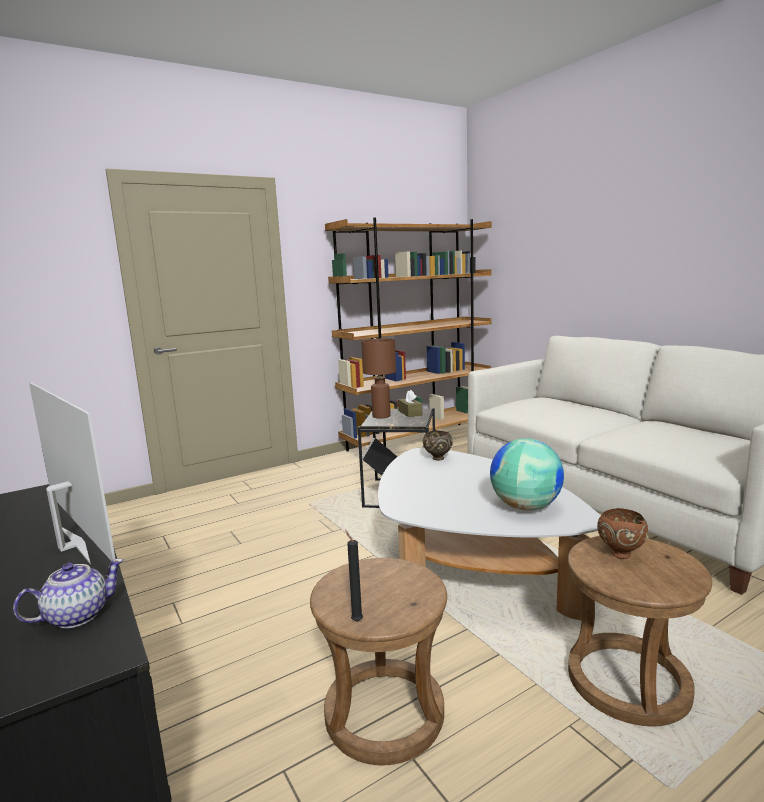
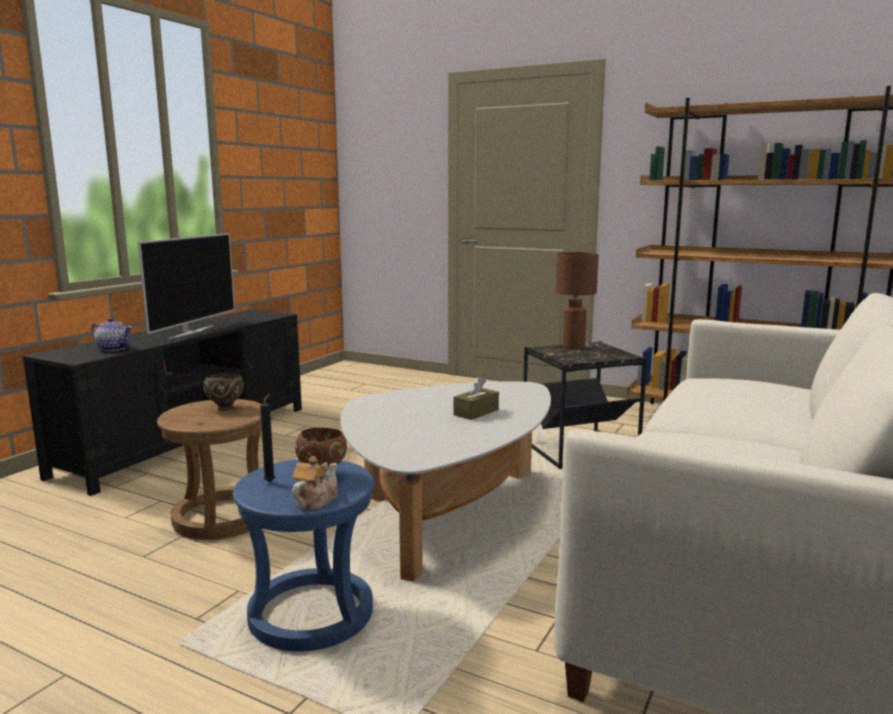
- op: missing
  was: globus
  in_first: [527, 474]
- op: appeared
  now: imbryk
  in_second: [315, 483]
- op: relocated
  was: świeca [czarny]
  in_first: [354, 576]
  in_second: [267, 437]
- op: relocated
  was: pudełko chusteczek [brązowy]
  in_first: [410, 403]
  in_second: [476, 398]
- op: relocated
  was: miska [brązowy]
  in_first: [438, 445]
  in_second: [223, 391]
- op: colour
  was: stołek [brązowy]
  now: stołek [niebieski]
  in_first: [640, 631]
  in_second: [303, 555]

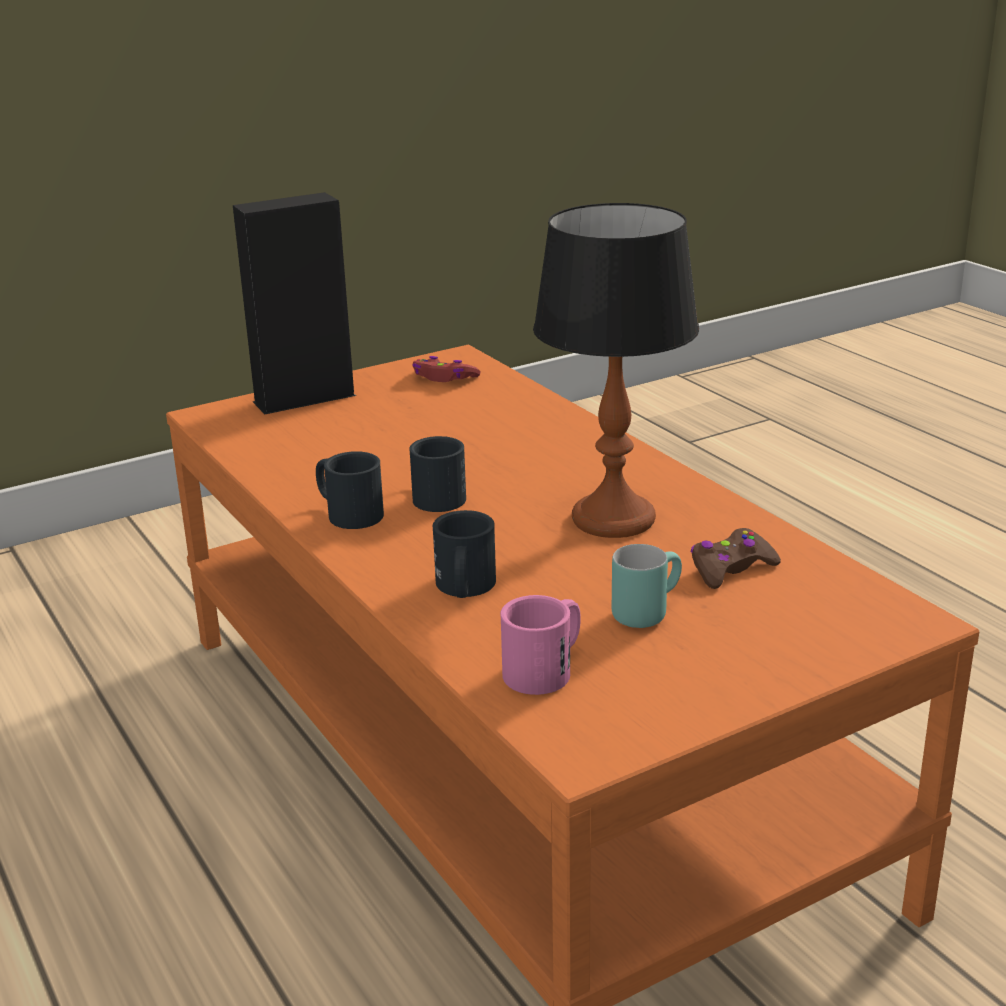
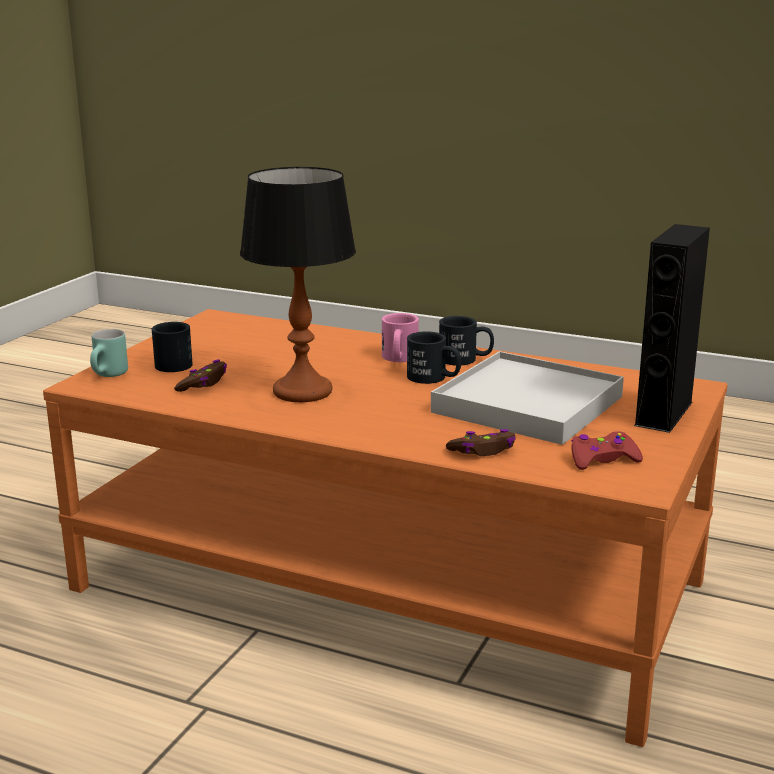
- op: appeared
  now: taca [biały]
  in_second: [527, 398]
- op: appeared
  now: pad do gier [brązowy]
  in_second: [481, 442]
- op: relocated
  was: kubek [czarny]
  in_first: [464, 554]
  in_second: [172, 347]
- op: relocated
  was: kubek [różowy]
  in_first: [540, 645]
  in_second: [400, 337]
- op: relocated
  was: kubek [turkusowy]
  in_first: [647, 586]
  in_second: [109, 353]

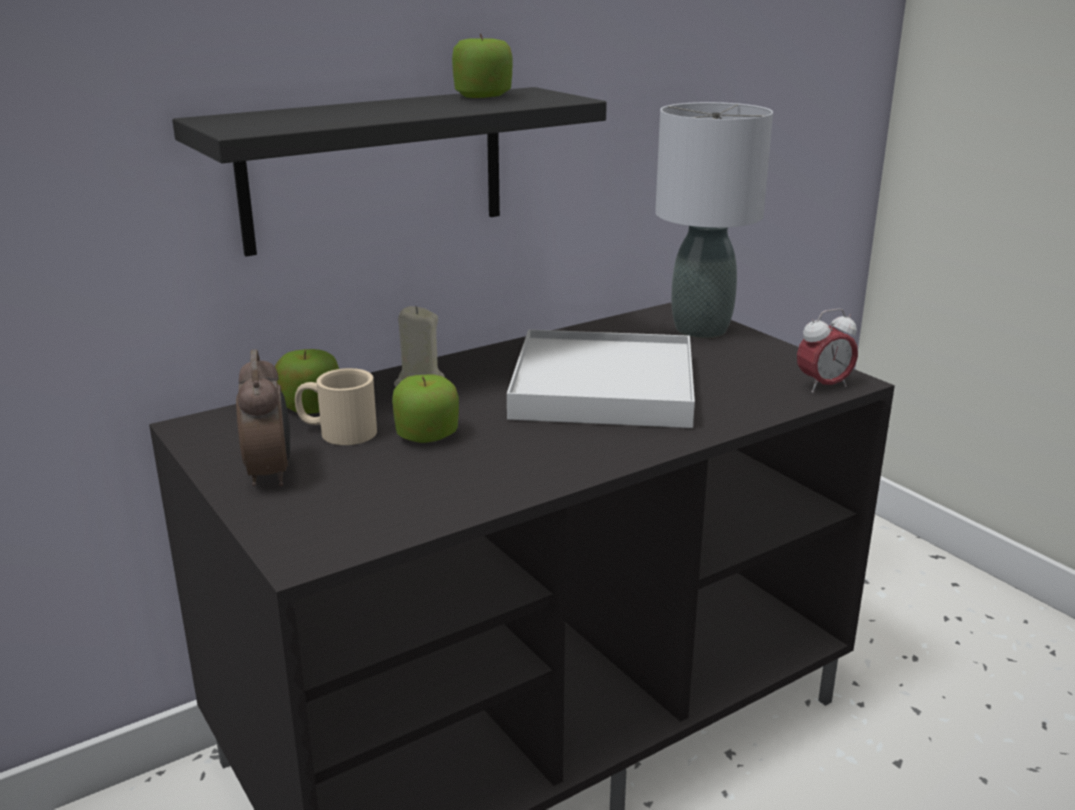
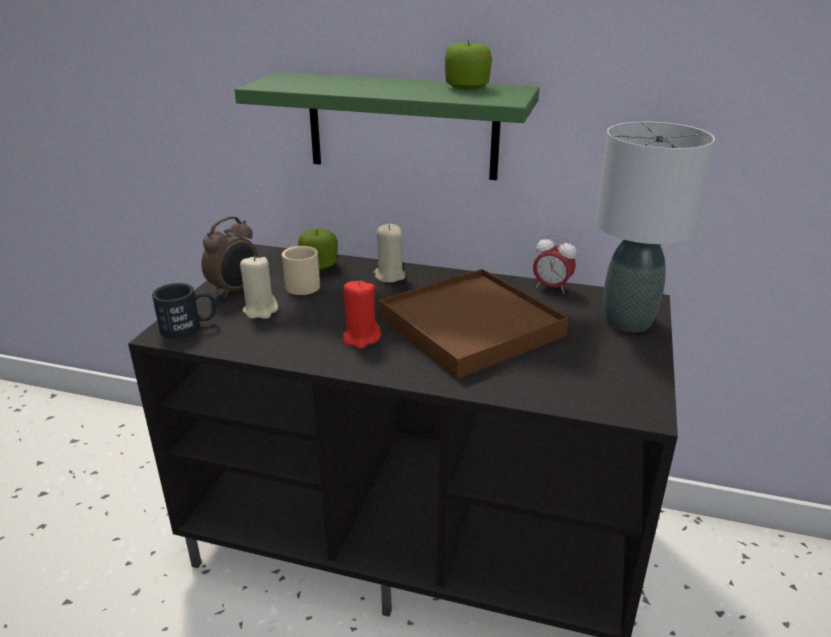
- op: missing
  was: jabłko
  in_first: [425, 409]
- op: appeared
  now: kubek [czarny]
  in_second: [184, 311]
- op: appeared
  now: świeca [beżowy]
  in_second: [259, 287]
- op: appeared
  now: świeca [czerwony]
  in_second: [362, 314]
- op: relocated
  was: budzik
  in_first: [827, 350]
  in_second: [554, 264]
- op: colour
  was: półka [czarny]
  now: półka [zielony]
  in_first: [389, 171]
  in_second: [387, 126]
- op: colour
  was: taca [biały]
  now: taca [brązowy]
  in_first: [601, 379]
  in_second: [474, 324]

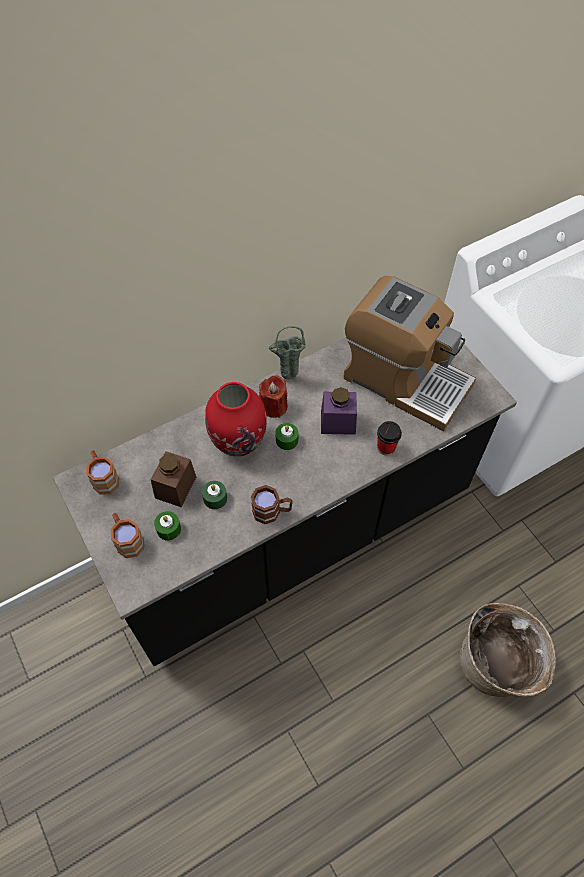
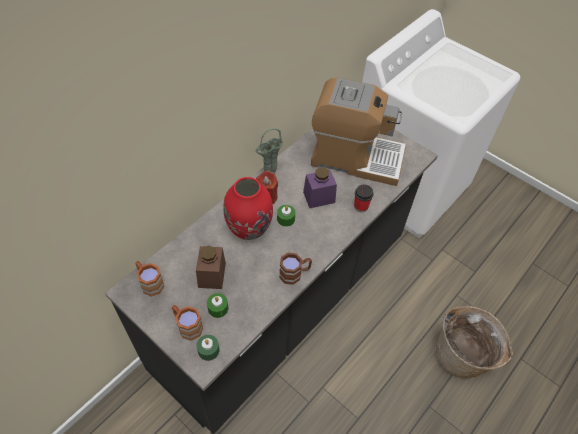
- op: relocated
  was: świeca [zielony]
  in_first: [214, 495]
  in_second: [208, 348]

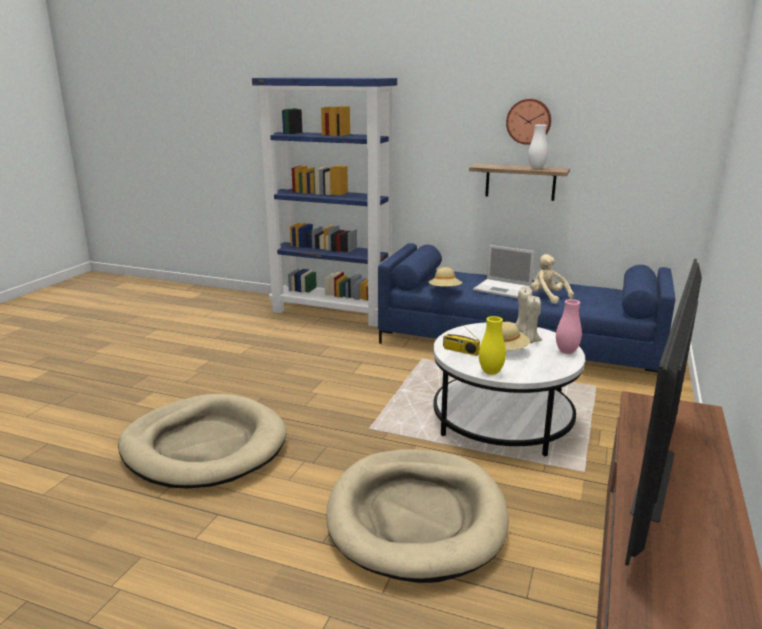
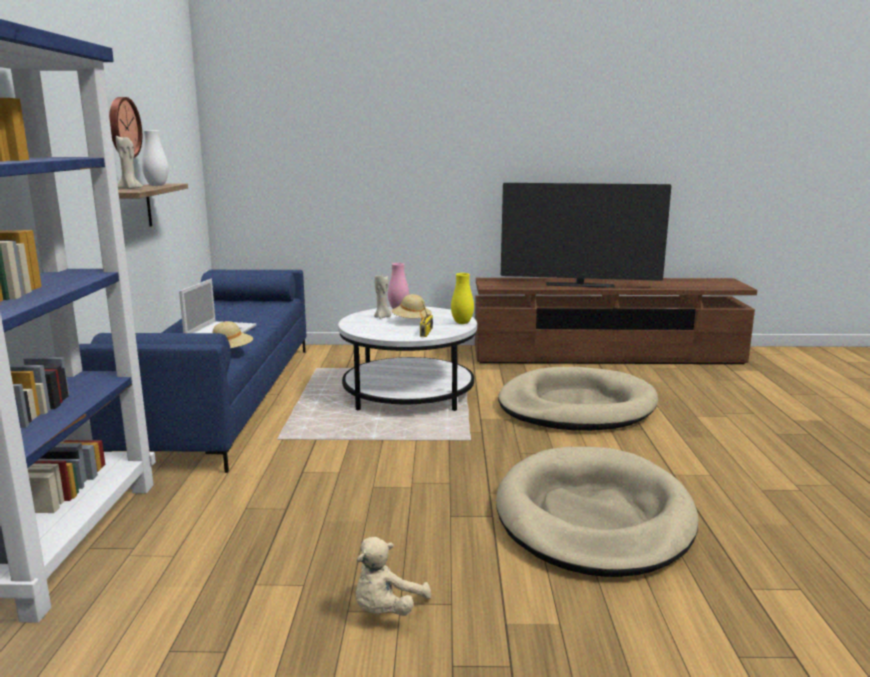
- op: relocated
  was: świeca [beżowy]
  in_first: [523, 309]
  in_second: [129, 162]
- op: relocated
  was: pluszak [beżowy]
  in_first: [552, 279]
  in_second: [393, 576]

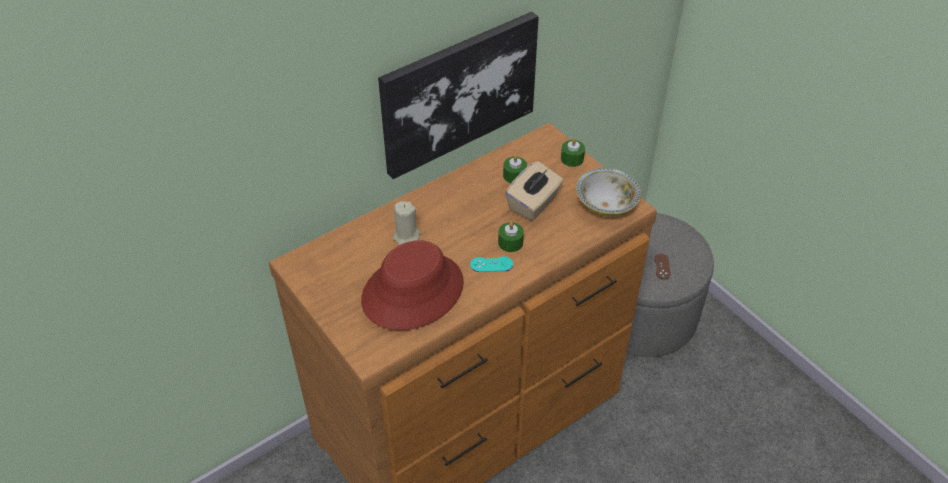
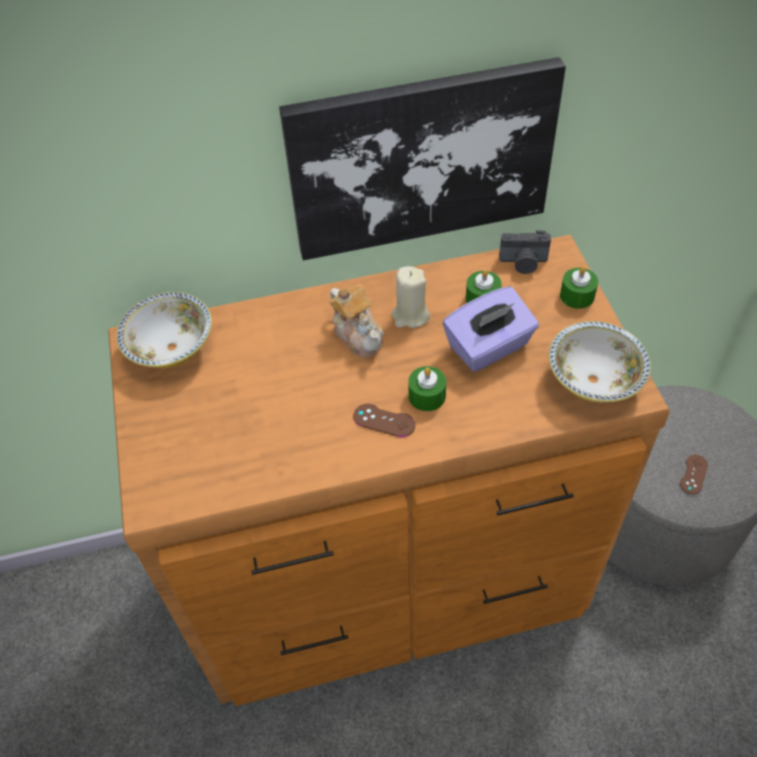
- op: missing
  was: kapelusz [czerwony]
  in_first: [412, 285]
- op: appeared
  now: miska
  in_second: [164, 330]
- op: appeared
  now: imbryk
  in_second: [356, 321]
- op: appeared
  now: aparat fotograficzny
  in_second: [525, 252]
- op: relocated
  was: świeca [beżowy]
  in_first: [407, 223]
  in_second: [411, 297]
- op: colour
  was: pad do gier [turkusowy]
  now: pad do gier [brązowy]
  in_first: [491, 264]
  in_second: [384, 420]
- op: colour
  was: pudełko chusteczek [beżowy]
  now: pudełko chusteczek [fioletowy]
  in_first: [534, 190]
  in_second: [491, 329]

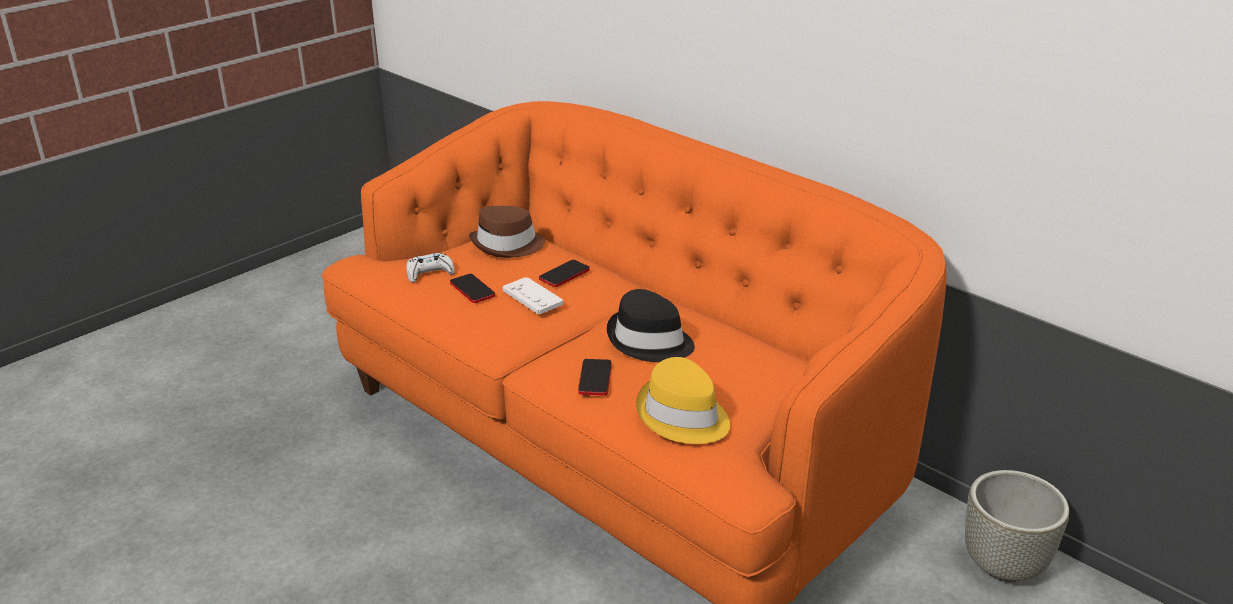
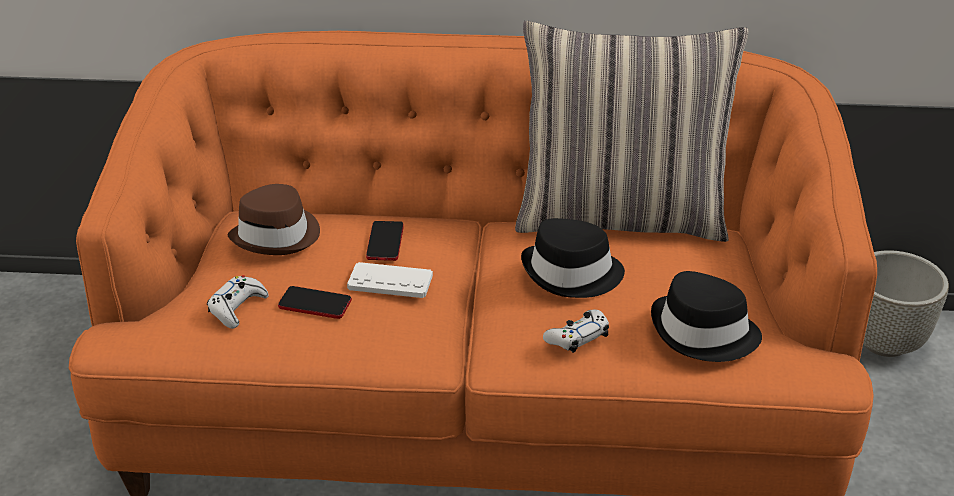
- op: appeared
  now: poduszka
  in_second: [632, 131]
- op: exchanged
  was: telefon
  now: pad do gier [biały]
  in_first: [595, 377]
  in_second: [576, 331]
- op: colour
  was: kapelusz [żółty]
  now: kapelusz [czarny]
  in_first: [683, 400]
  in_second: [706, 316]

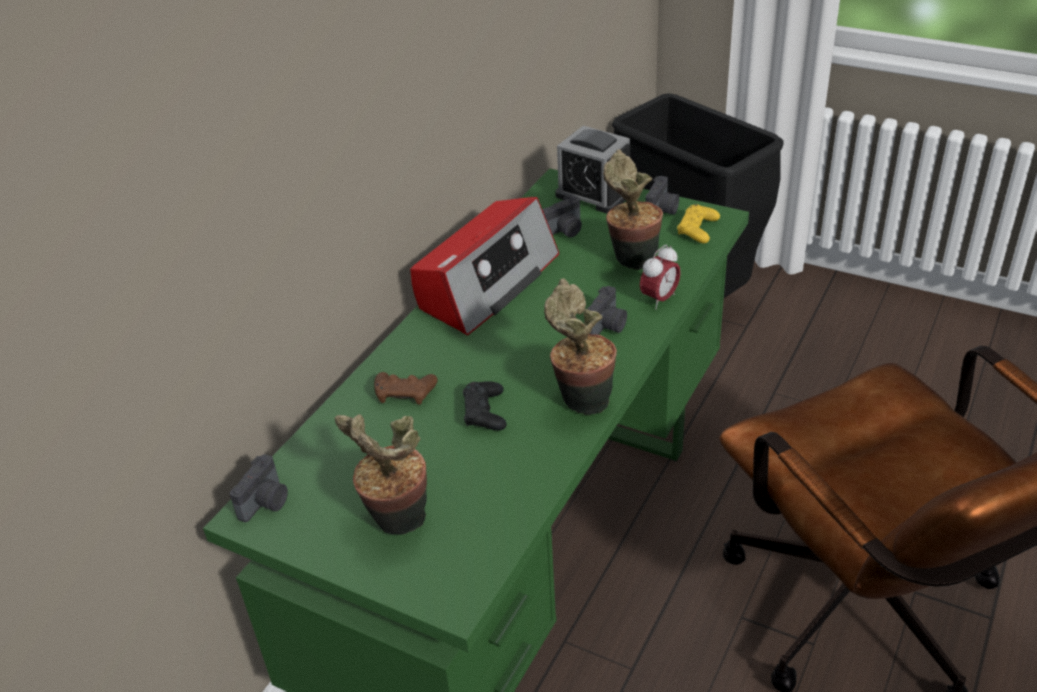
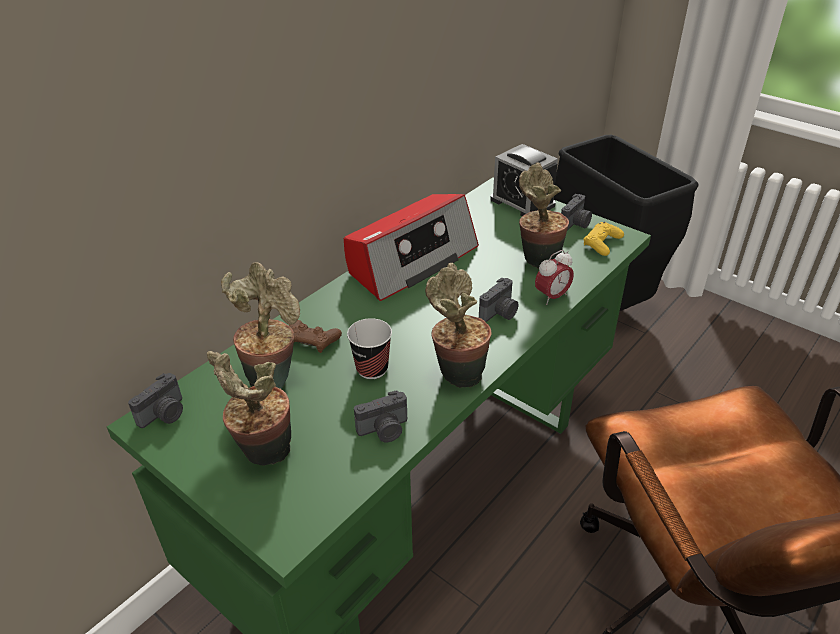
- op: appeared
  now: roślina doniczkowa
  in_second: [260, 325]
- op: relocated
  was: aparat fotograficzny
  in_first: [562, 216]
  in_second: [380, 416]
- op: exchanged
  was: pad do gier [czarny]
  now: filiżanka
  in_first: [485, 405]
  in_second: [369, 348]

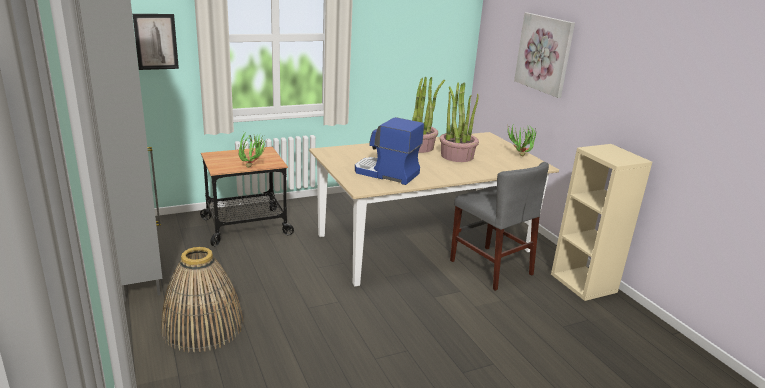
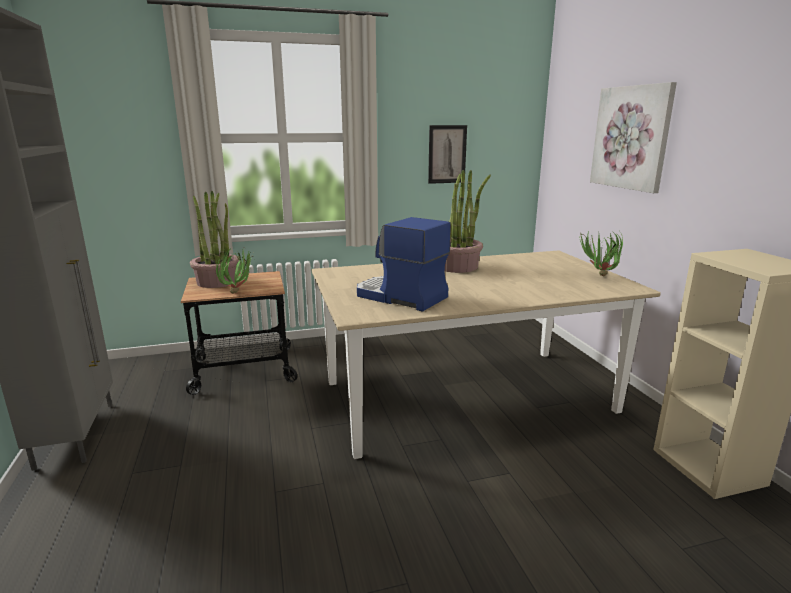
- op: missing
  was: koszyk
  in_first: [202, 299]
- op: missing
  was: krzesło [szary]
  in_first: [499, 226]
- op: relocated
  was: obraz
  in_first: [156, 42]
  in_second: [447, 154]
- op: relocated
  was: roślina doniczkowa
  in_first: [459, 122]
  in_second: [214, 239]

